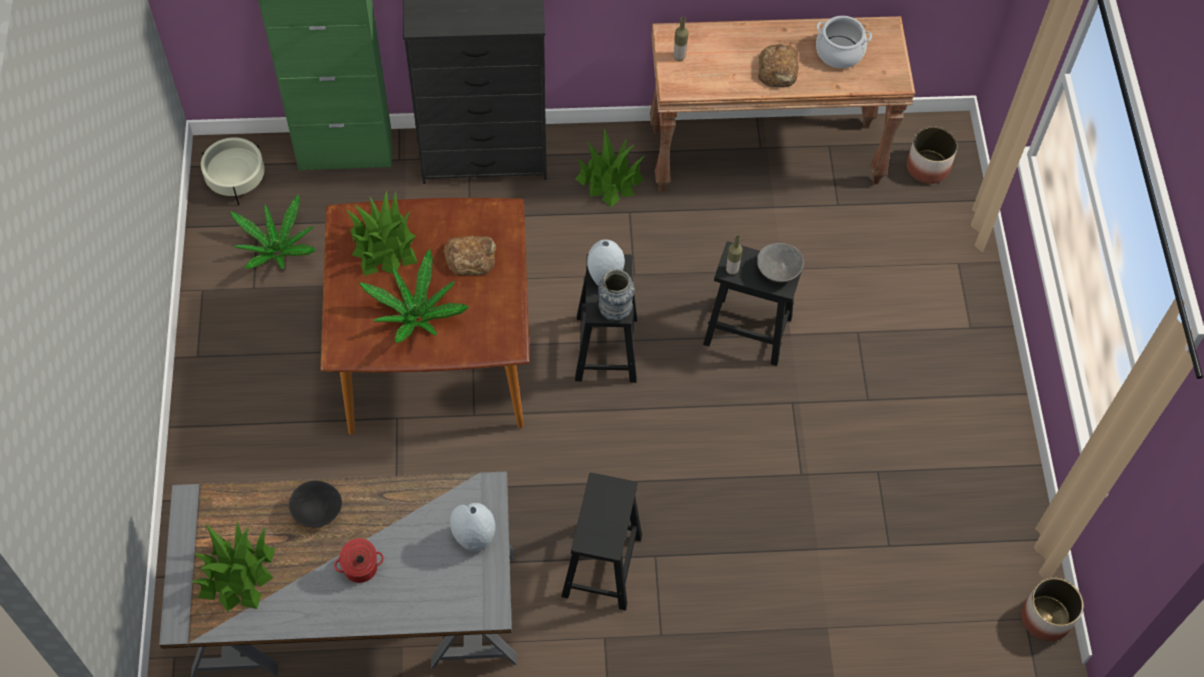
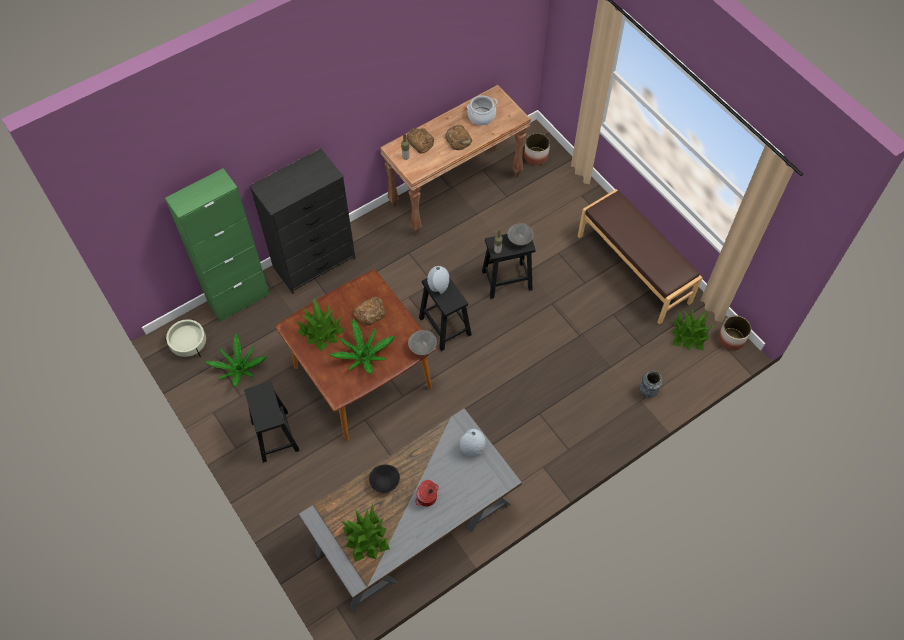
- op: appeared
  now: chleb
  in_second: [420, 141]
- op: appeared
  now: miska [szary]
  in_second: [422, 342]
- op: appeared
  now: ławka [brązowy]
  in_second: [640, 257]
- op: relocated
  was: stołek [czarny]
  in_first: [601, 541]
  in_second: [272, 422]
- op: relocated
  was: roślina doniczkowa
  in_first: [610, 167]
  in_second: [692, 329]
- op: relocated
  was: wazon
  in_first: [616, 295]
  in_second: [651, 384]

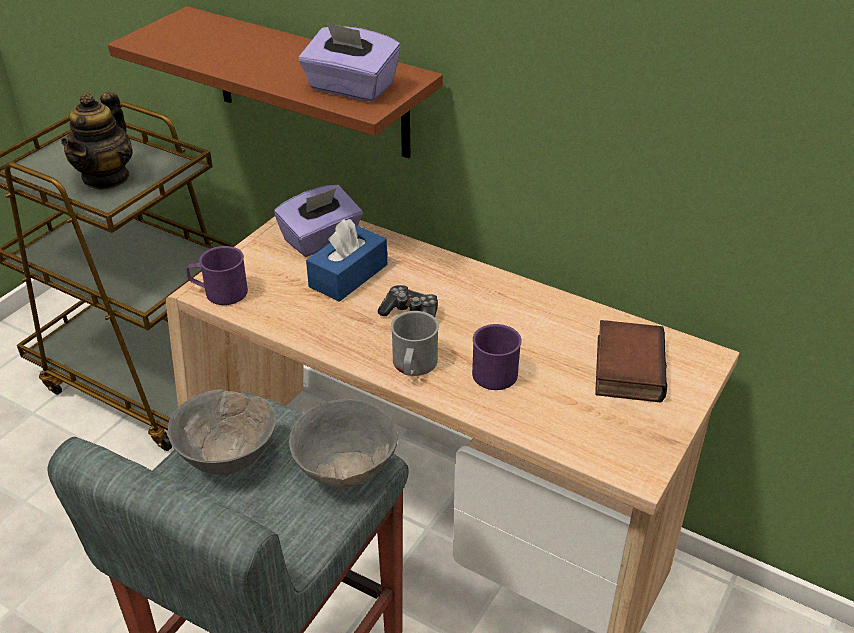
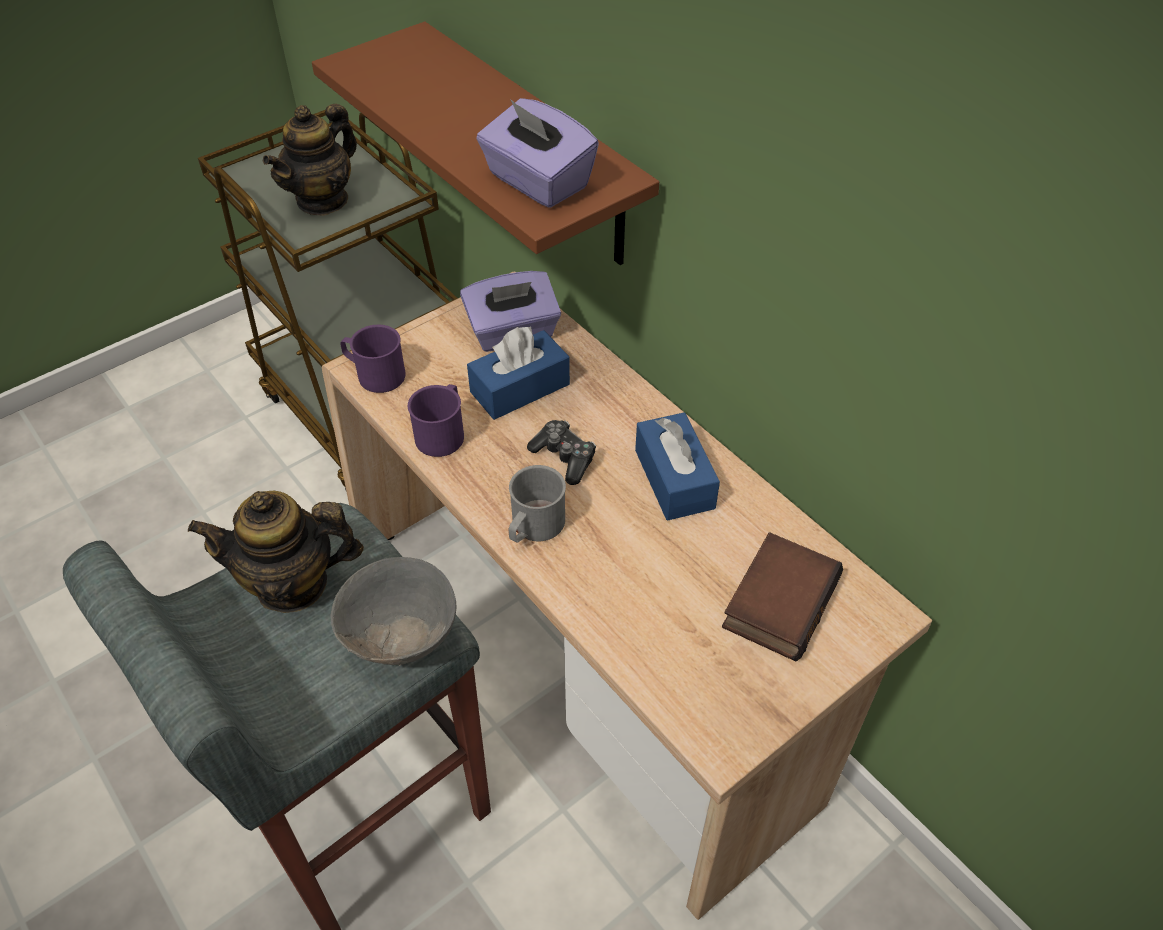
- op: appeared
  now: pudełko chusteczek [niebieski]
  in_second: [677, 466]
- op: relocated
  was: kubek [fioletowy]
  in_first: [497, 357]
  in_second: [436, 420]
- op: exchanged
  was: miska [szary]
  now: imbryk
  in_first: [222, 432]
  in_second: [276, 552]

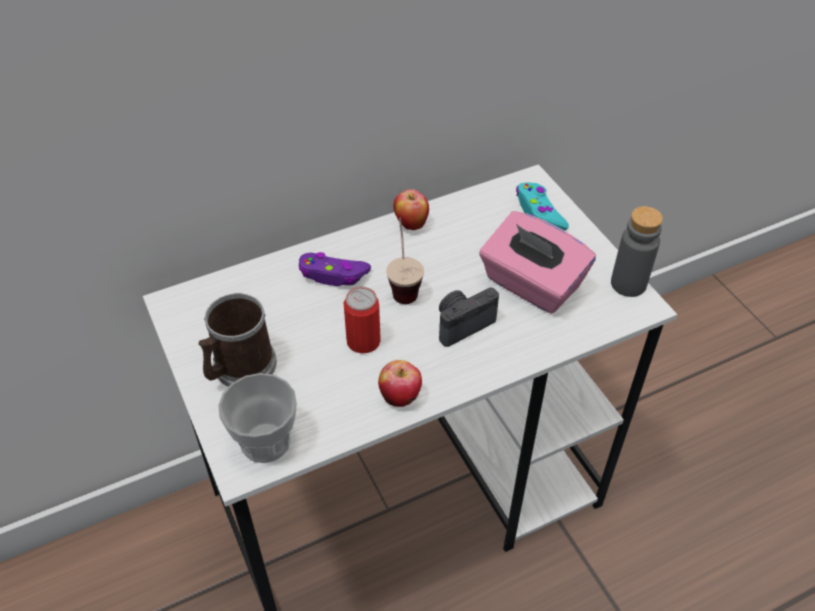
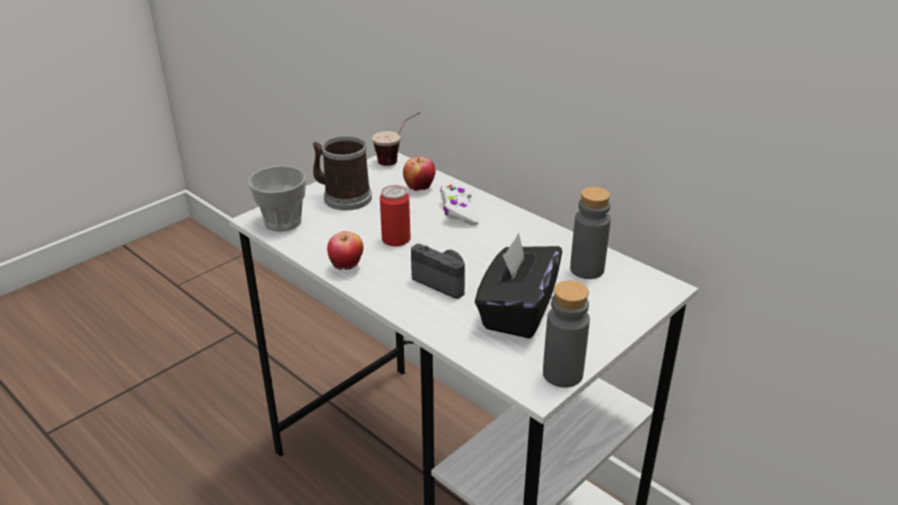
- op: missing
  was: pad do gier [turkusowy]
  in_first: [542, 207]
- op: appeared
  now: butelka [szary]
  in_second: [590, 233]
- op: relocated
  was: filiżanka
  in_first: [405, 260]
  in_second: [396, 139]
- op: relocated
  was: jabłko
  in_first: [411, 209]
  in_second: [419, 174]
- op: colour
  was: pad do gier [fioletowy]
  now: pad do gier [biały]
  in_first: [335, 269]
  in_second: [459, 204]
- op: colour
  was: pudełko chusteczek [różowy]
  now: pudełko chusteczek [czarny]
  in_first: [537, 262]
  in_second: [518, 286]

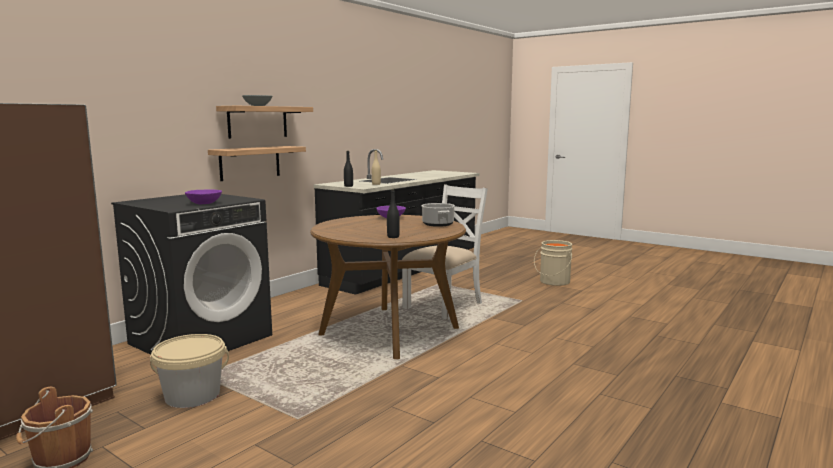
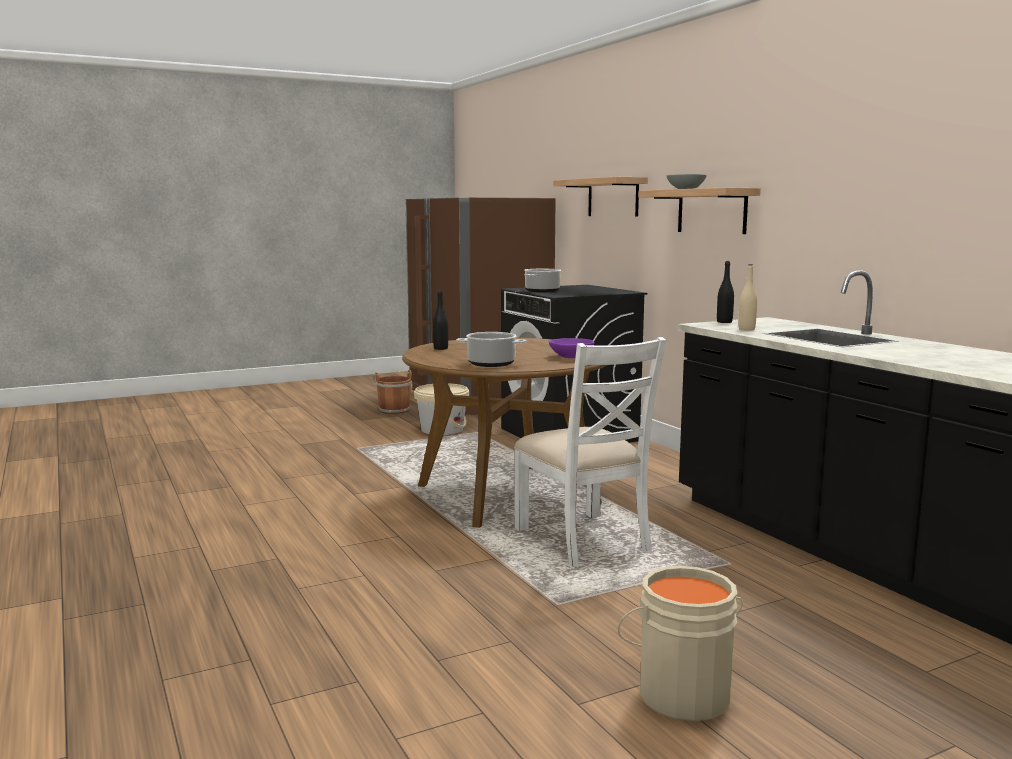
- op: relocated
  was: półka
  in_first: [257, 163]
  in_second: [600, 197]
- op: exchanged
  was: miska [fioletowy]
  now: garnek
  in_first: [203, 197]
  in_second: [542, 280]

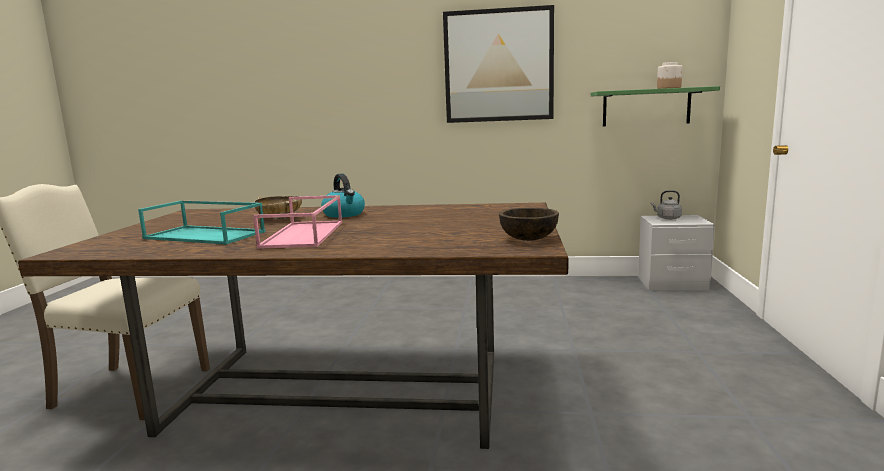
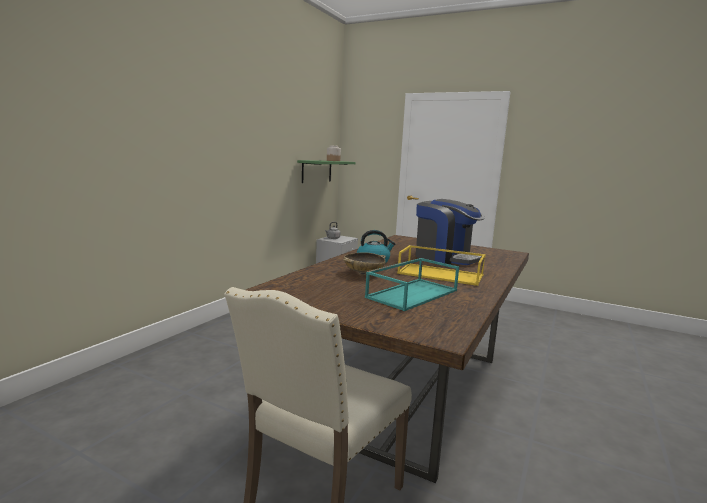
- op: missing
  was: obraz
  in_first: [498, 64]
- op: missing
  was: miska [brązowy]
  in_first: [529, 224]
- op: appeared
  now: ekspres do kawy
  in_second: [450, 232]
- op: colour
  was: taca [różowy]
  now: taca [żółty]
  in_first: [297, 222]
  in_second: [441, 265]

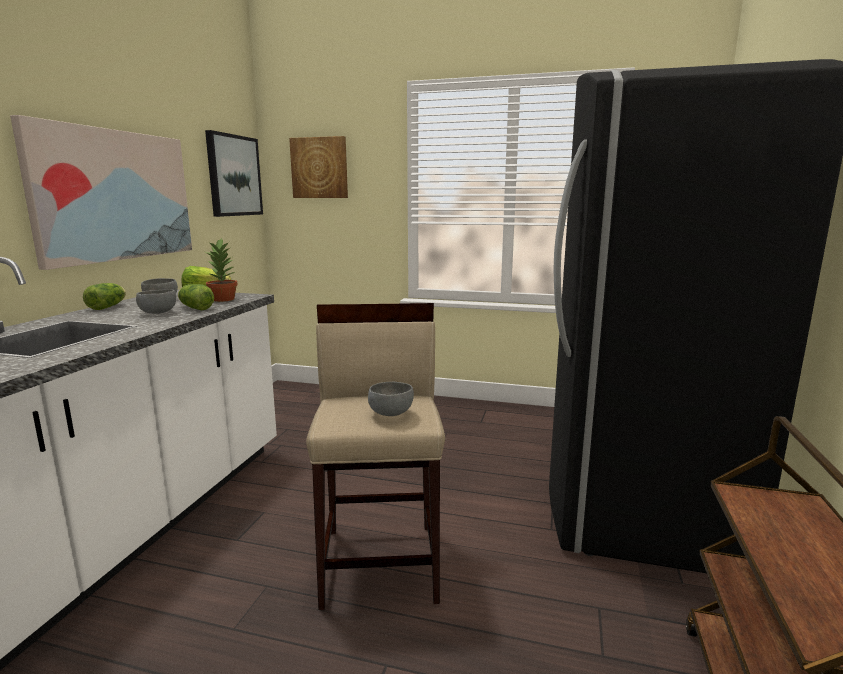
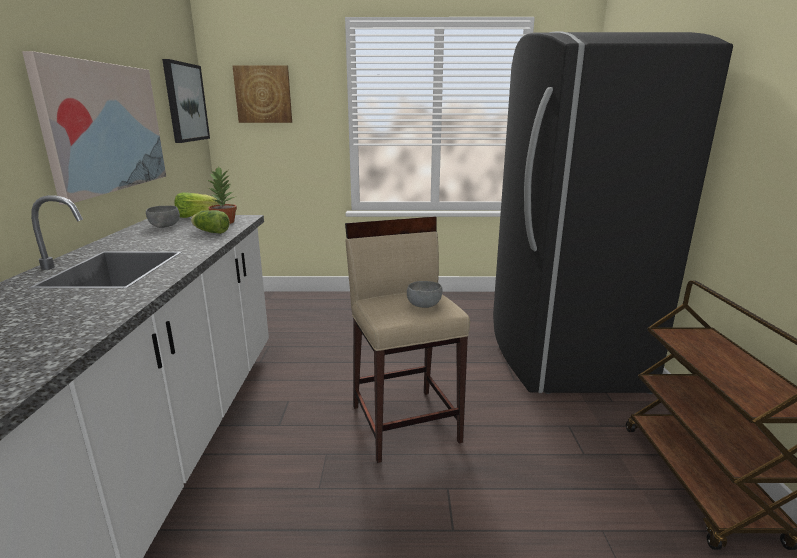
- op: missing
  was: sałata
  in_first: [104, 296]
- op: missing
  was: miska [szary]
  in_first: [156, 301]

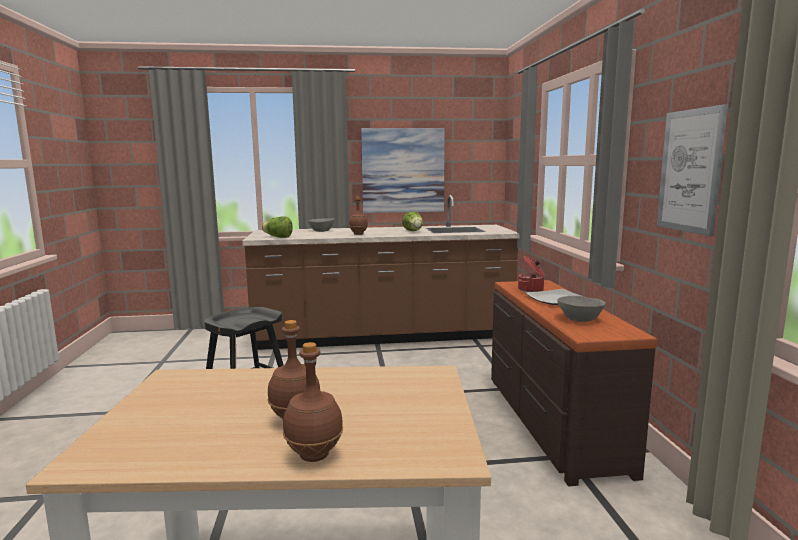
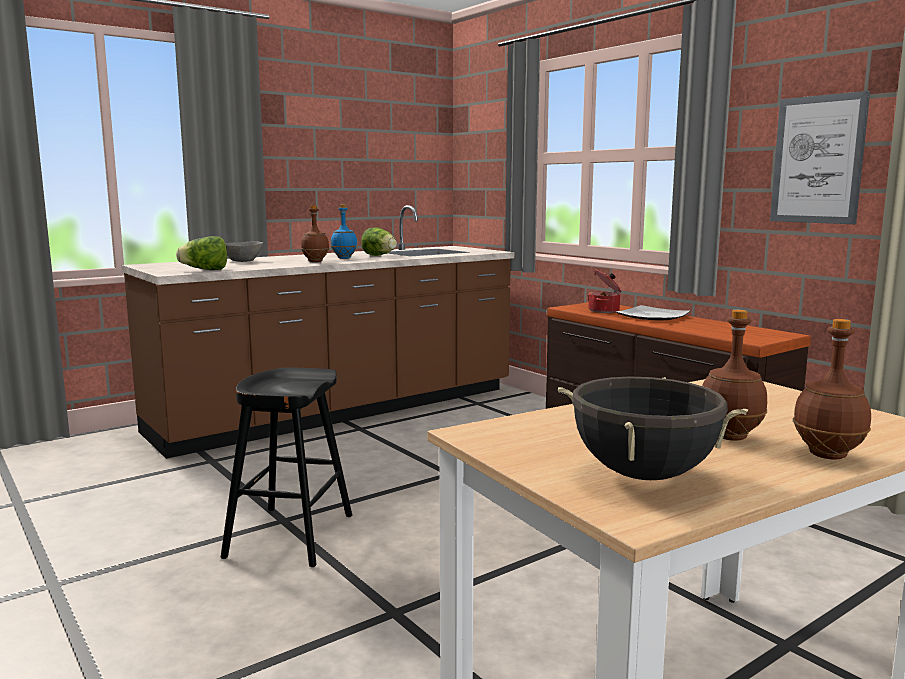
- op: missing
  was: obraz
  in_first: [403, 170]
- op: missing
  was: miska [szary]
  in_first: [581, 309]
- op: appeared
  now: butelka [niebieski]
  in_second: [344, 232]
- op: appeared
  now: garnek [czarny]
  in_second: [653, 428]

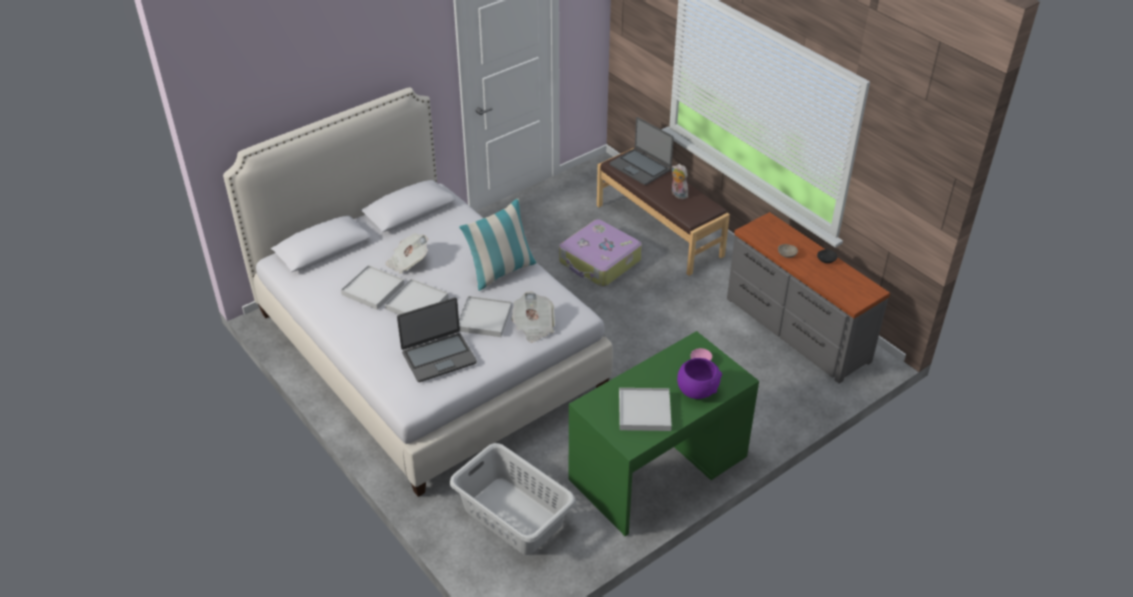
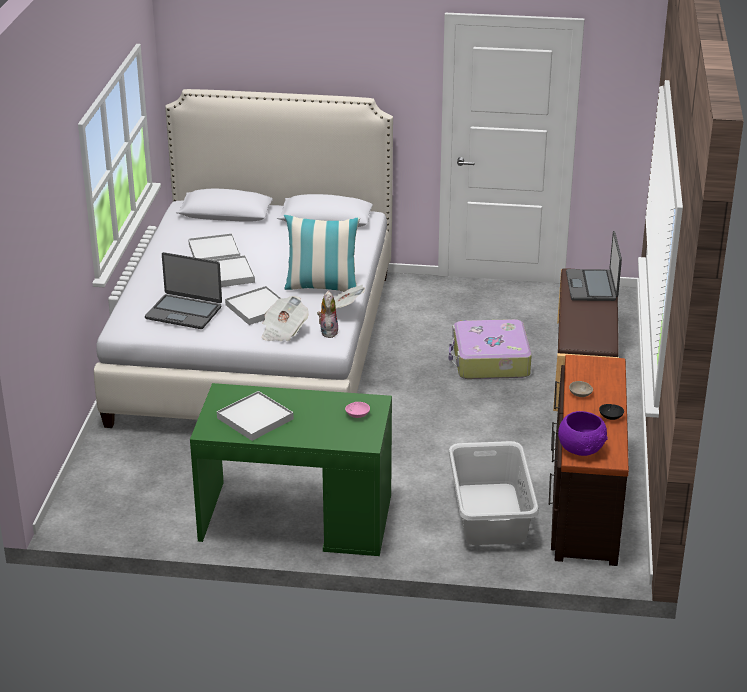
- op: relocated
  was: gazeta
  in_first: [407, 253]
  in_second: [343, 297]
- op: relocated
  was: kosz na pranie [szary]
  in_first: [513, 499]
  in_second: [493, 493]
- op: relocated
  was: pluszak
  in_first: [680, 181]
  in_second: [327, 314]
- op: relocated
  was: miska [fioletowy]
  in_first: [699, 378]
  in_second: [582, 433]
- op: colour
  was: komoda [szary]
  now: komoda [brązowy]
  in_first: [808, 298]
  in_second: [589, 460]

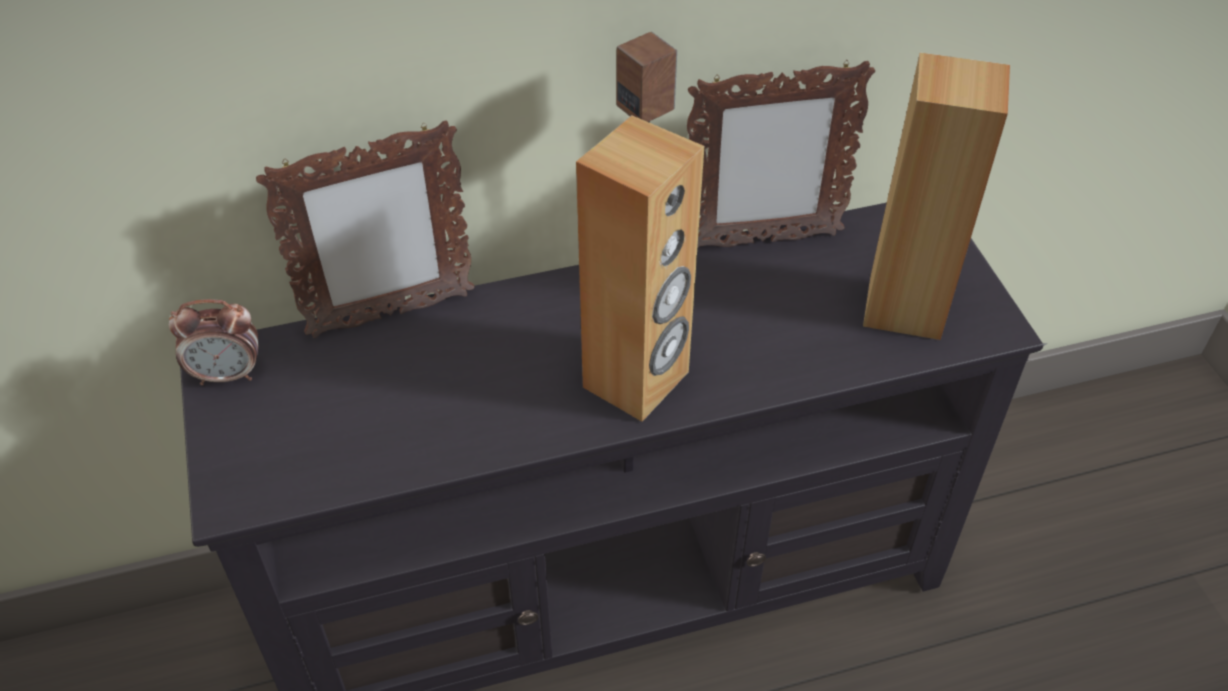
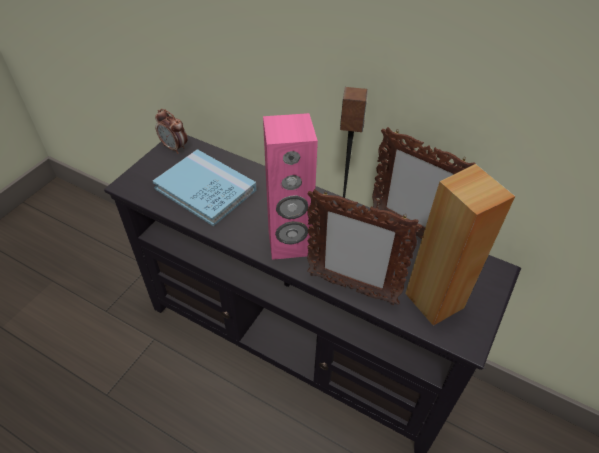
- op: appeared
  now: książka [niebieski]
  in_second: [205, 187]
- op: relocated
  was: ramka na zdjęcie
  in_first: [365, 229]
  in_second: [364, 247]
- op: colour
  was: głośnik [brązowy]
  now: głośnik [różowy]
  in_first: [640, 268]
  in_second: [290, 186]

